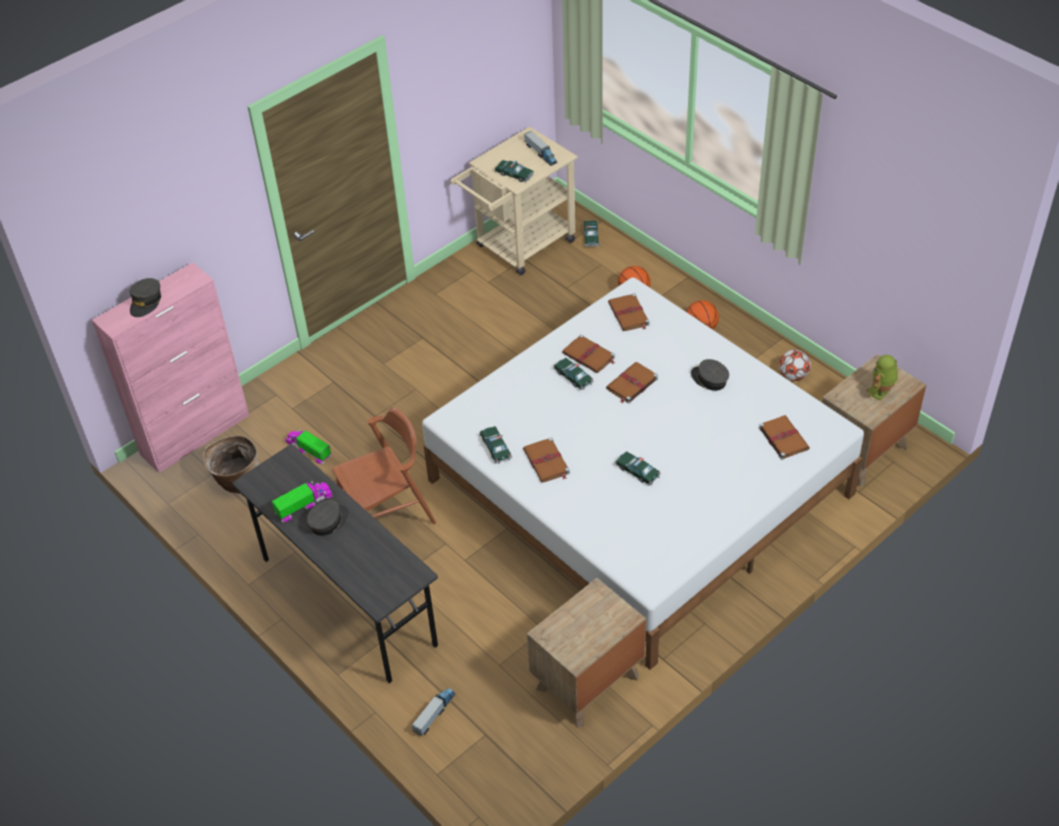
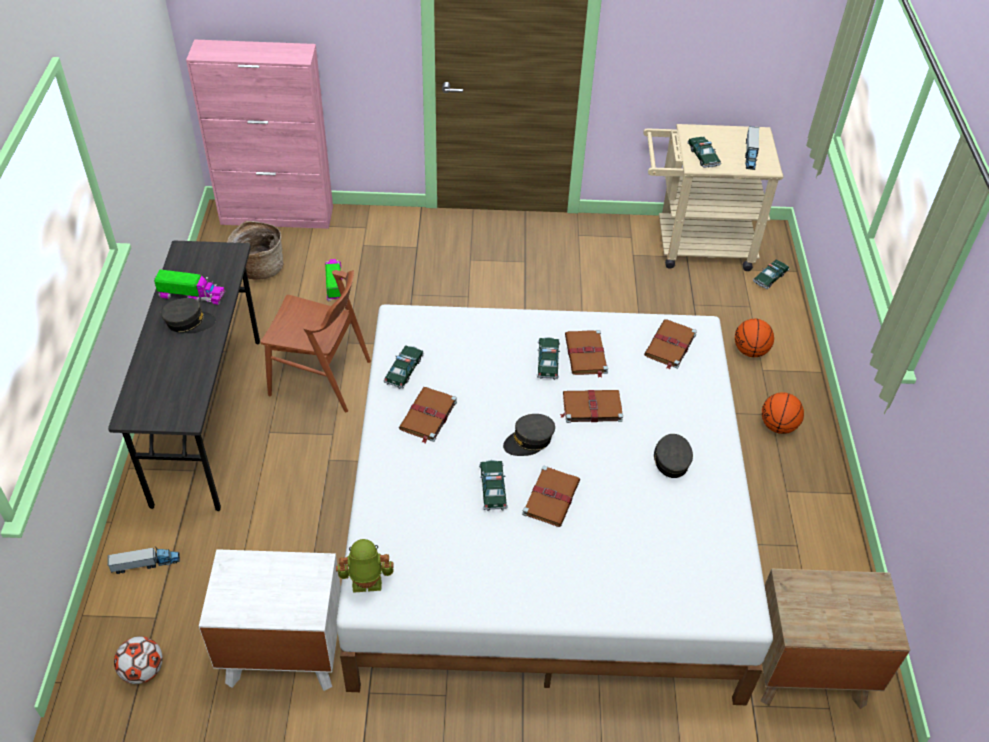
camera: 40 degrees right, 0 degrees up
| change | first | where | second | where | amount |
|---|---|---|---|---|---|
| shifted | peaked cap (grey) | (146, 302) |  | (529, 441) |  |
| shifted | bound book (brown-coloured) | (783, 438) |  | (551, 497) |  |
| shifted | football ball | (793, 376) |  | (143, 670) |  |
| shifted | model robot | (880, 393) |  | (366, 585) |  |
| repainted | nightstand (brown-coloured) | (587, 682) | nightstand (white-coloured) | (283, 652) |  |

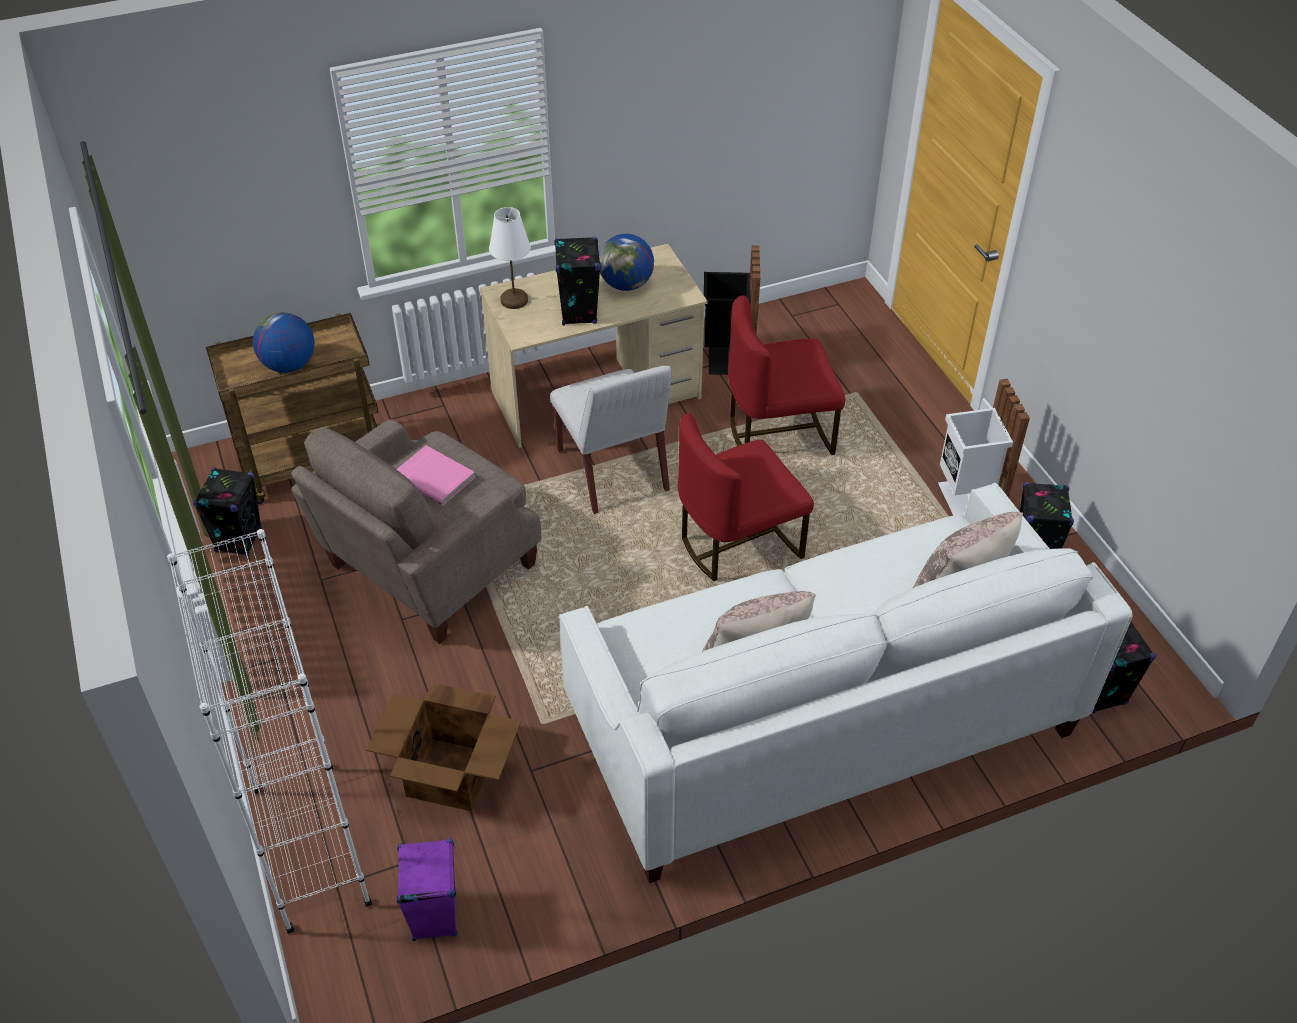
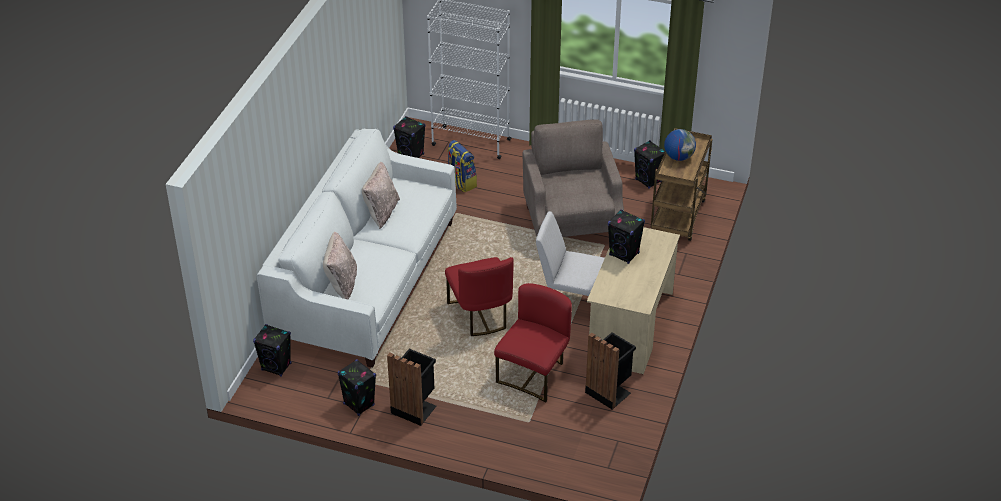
camera: 130 degrees right, 5 degrees down
| change | first | where | second | where | amount |
|---|---|---|---|---|---|
| gone | bound book (pinkish) | (435, 477) |  |  |  |
| gone | table lamp (white-coloured) | (514, 300) |  |  |  |
| gone | globe | (626, 285) |  |  |  |
| swapped | cardboard box | (452, 775) | rucksack | (461, 182) |  |
| repainted | audio speaker (purple-coloured) | (434, 916) | audio speaker (black-coloured) | (411, 155) |  |
| repainted | trash can (white-coloured) | (967, 500) | trash can (black-coloured) | (414, 408) |  |
| rotated | upright chair (red) | (737, 543) |  | (480, 315) | 150 degrees clockwise |

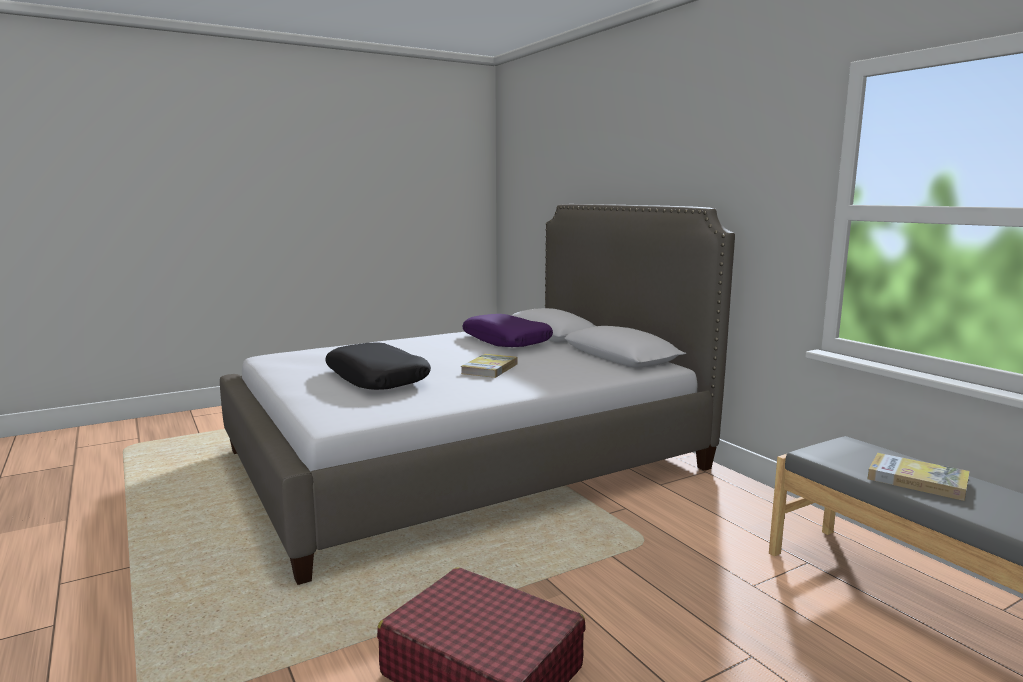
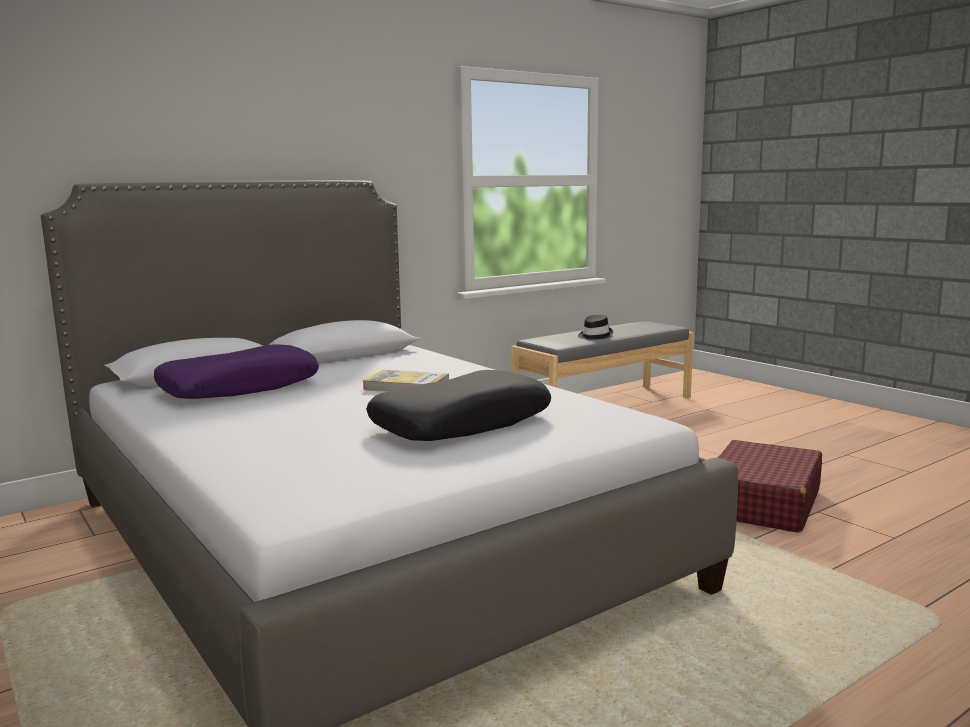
camera: 95 degrees left, 0 degrees up
| change | first | where | second | where | amount |
|---|---|---|---|---|---|
| swapped | bound book | (917, 480) | hat (black-coloured) | (594, 336) |  |

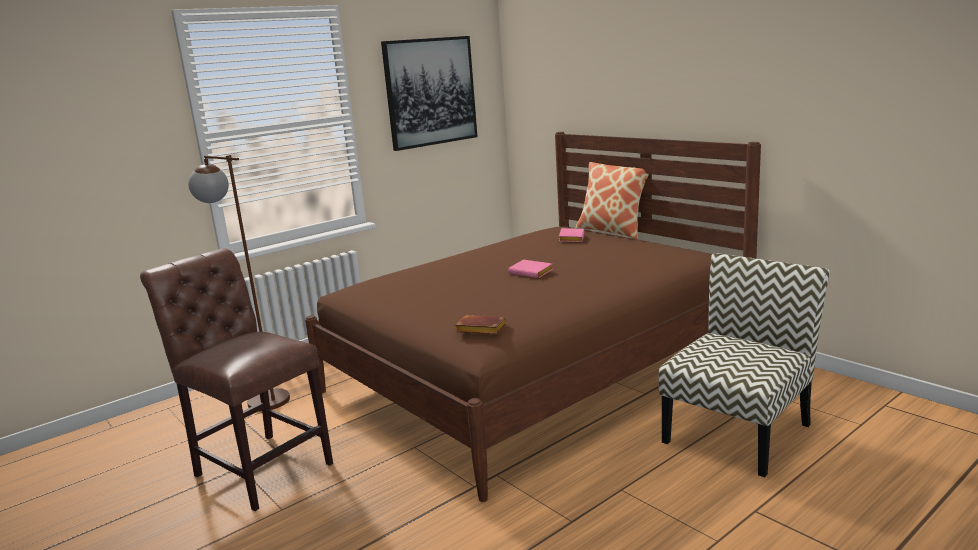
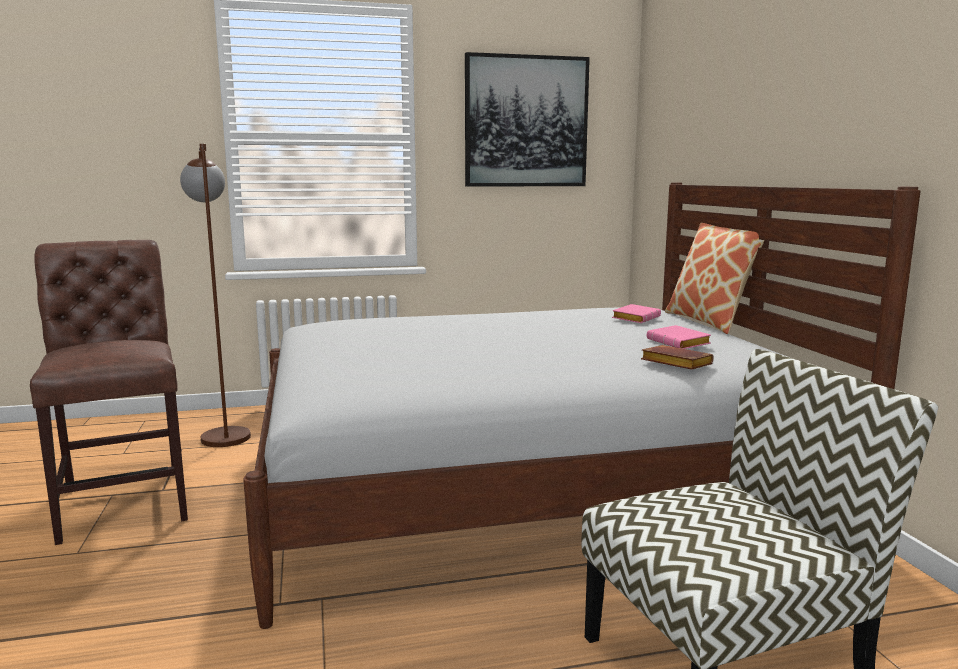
camera: 25 degrees right, 5 degrees down
| change | first | where | second | where | amount |
|---|---|---|---|---|---|
| shifted | bound book (brown-coloured) | (479, 329) |  | (674, 363) |  |
| shifted | bound book (pinkish) | (532, 272) |  | (680, 343) |  |
| repainted | bed (brown-coloured) | (536, 372) | bed (white-coloured) | (525, 486) |  |

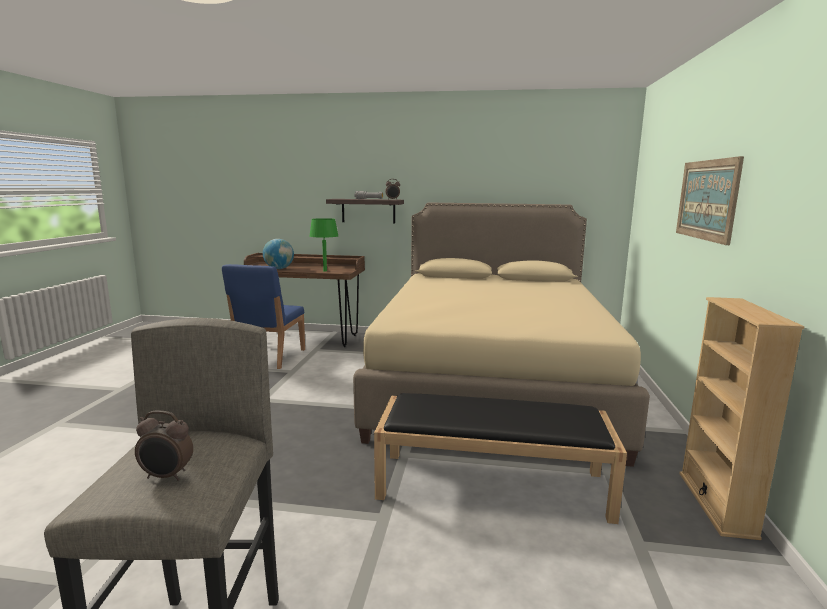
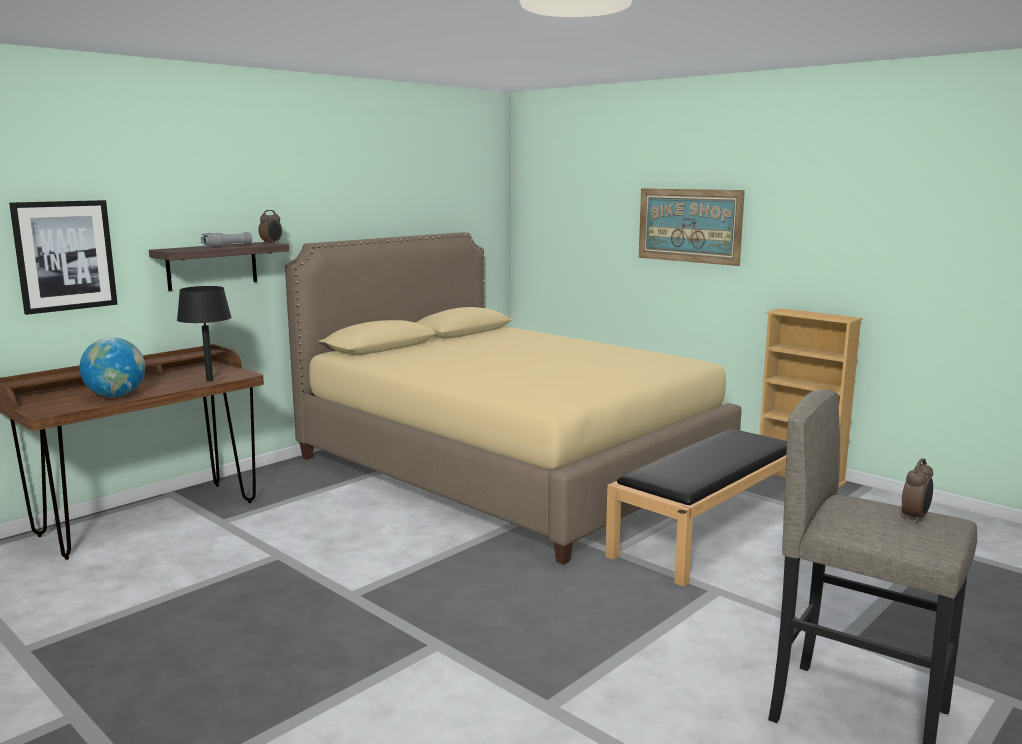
camera: 55 degrees left, 0 degrees up
| change | first | where | second | where | amount |
|---|---|---|---|---|---|
| gone | upright chair (bluish) | (268, 357) |  |  |  |
| new |  |  | picture | (65, 255) |  |
| repainted | table lamp (green-coloured) | (325, 271) | table lamp (black-coloured) | (209, 380) |  |

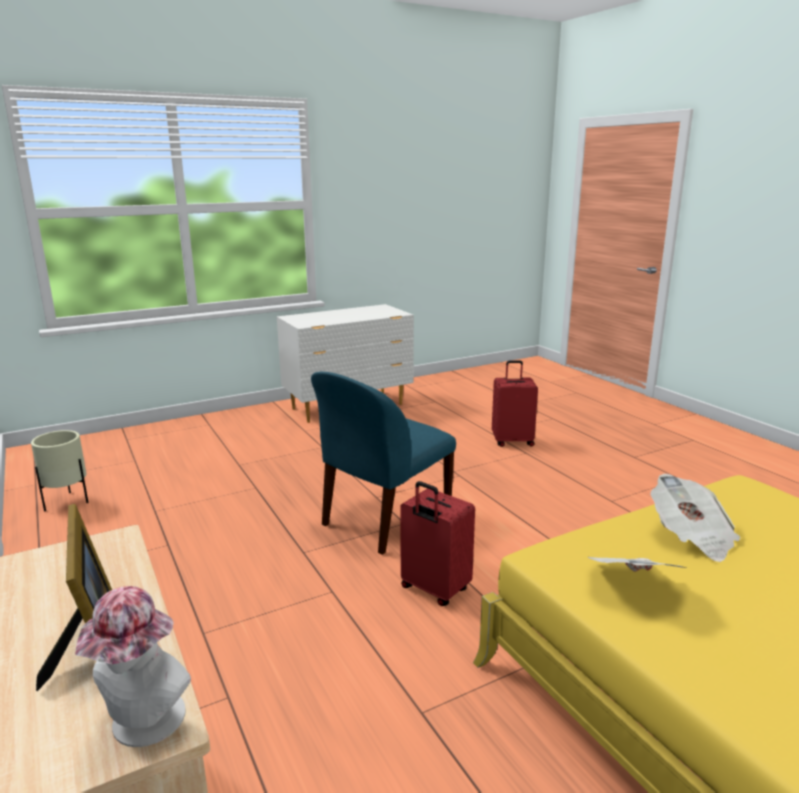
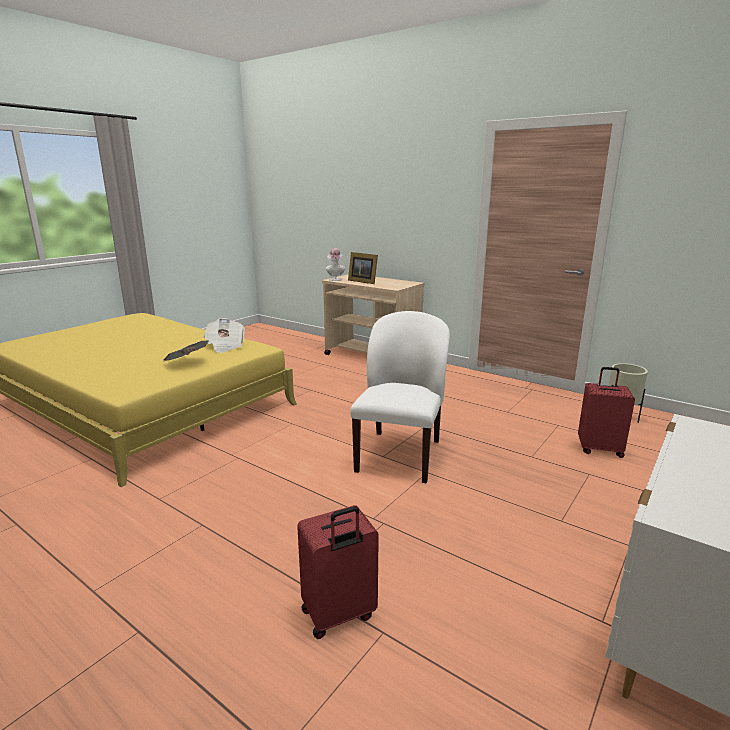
camera: 155 degrees right, 0 degrees up
| change | first | where | second | where | amount |
|---|---|---|---|---|---|
| shifted | suitcase (red) | (434, 590) |  | (599, 449) |  |
| repainted | upright chair (bluish) | (384, 520) | upright chair (white-coloured) | (400, 455) |  |

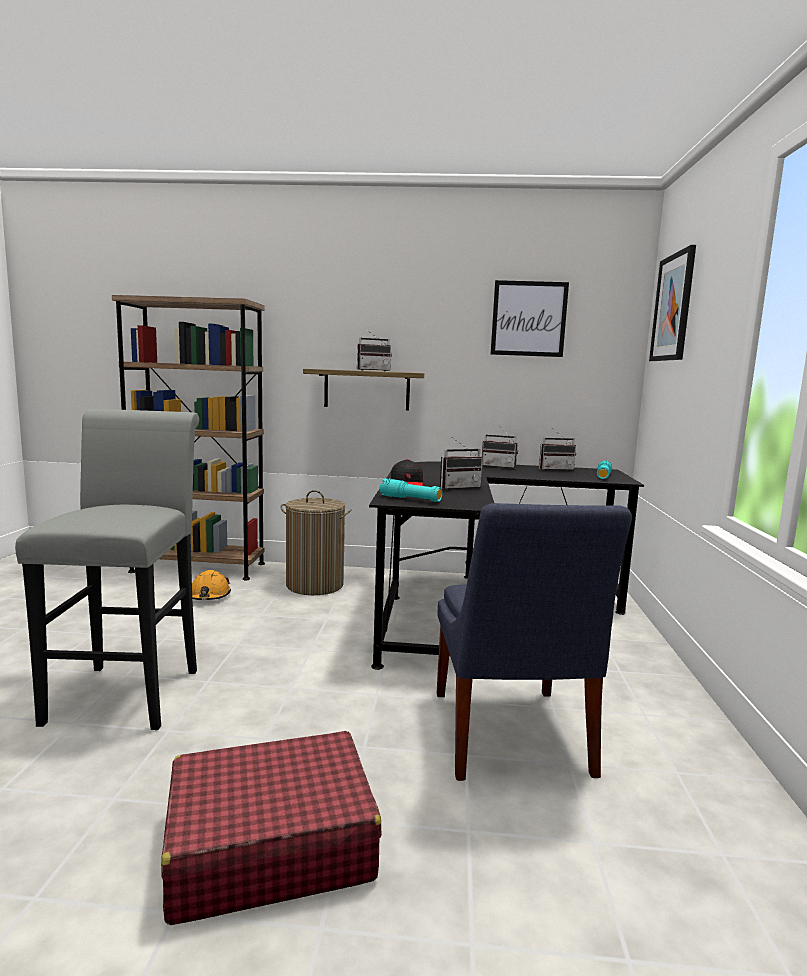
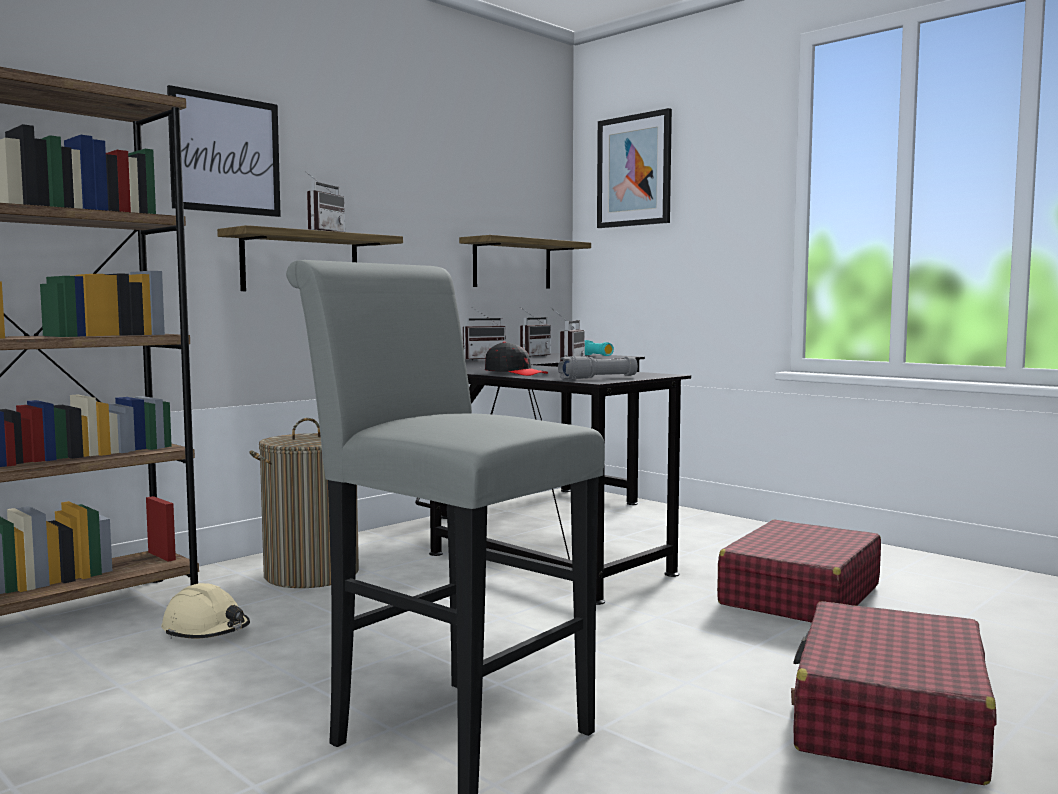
camera: 50 degrees left, 5 degrees down
| change | first | where | second | where | amount |
|---|---|---|---|---|---|
| new |  |  | wall shelf | (512, 264) |  |
| shifted | picture | (528, 319) |  | (225, 154) |  |
| swapped | upright chair (bluish) | (509, 737) | suitcase (red) | (799, 595) |  |
| repainted | hard hat (orange-coloured) | (209, 596) | hard hat (beige) | (206, 631) |  |
| repainted | flashlight (turquoise-coloured) | (410, 499) | flashlight (grey) | (598, 378) |  |

